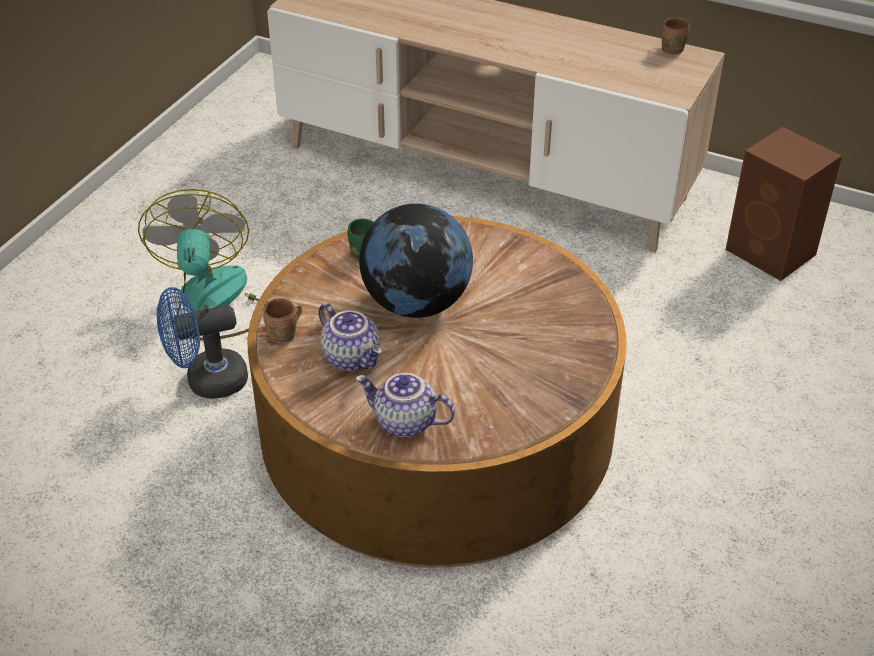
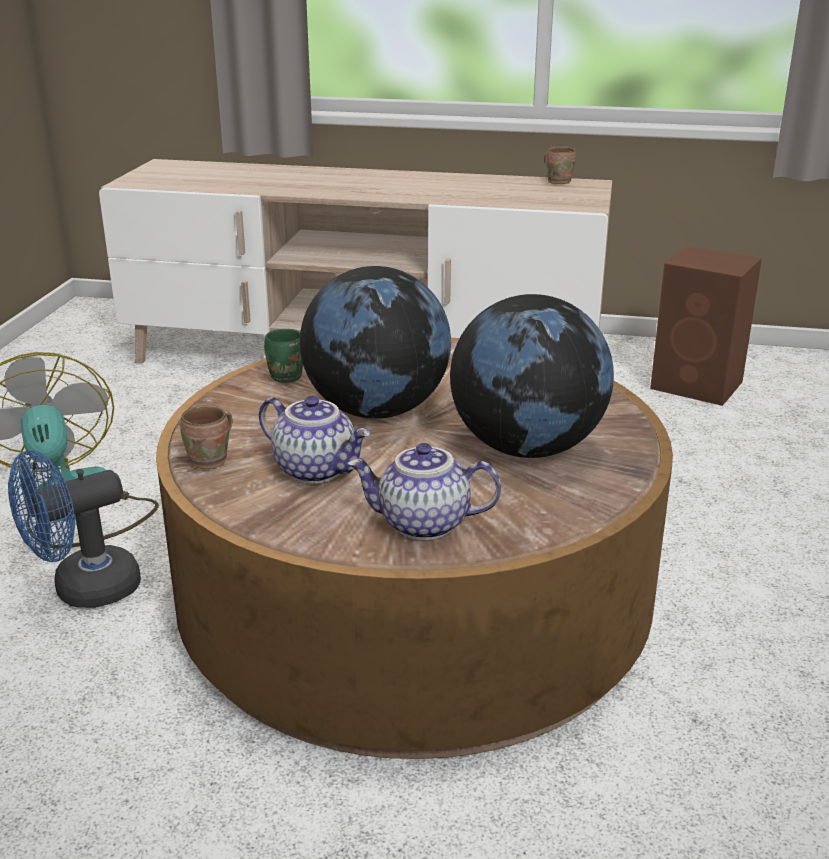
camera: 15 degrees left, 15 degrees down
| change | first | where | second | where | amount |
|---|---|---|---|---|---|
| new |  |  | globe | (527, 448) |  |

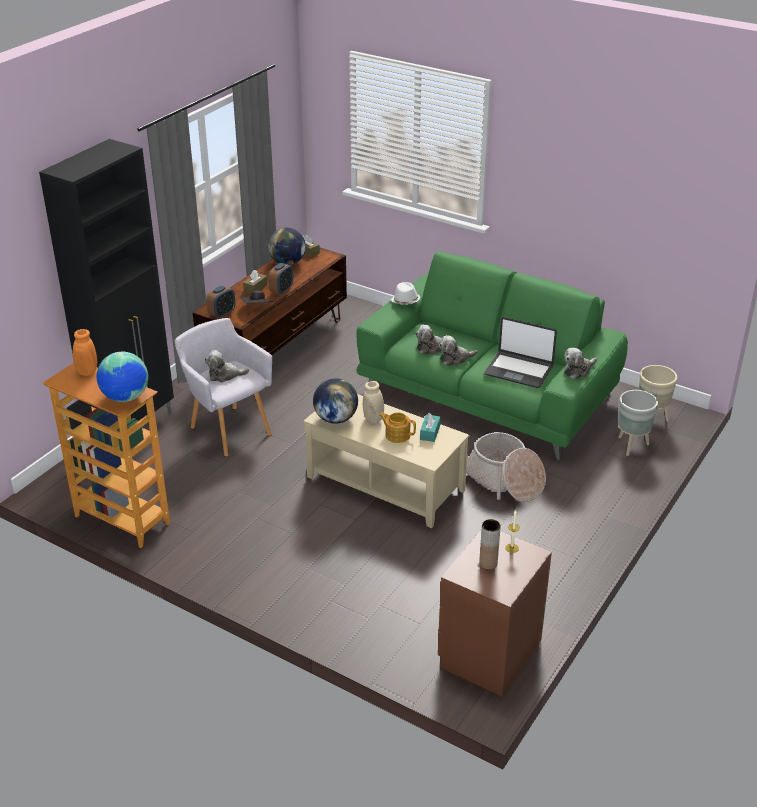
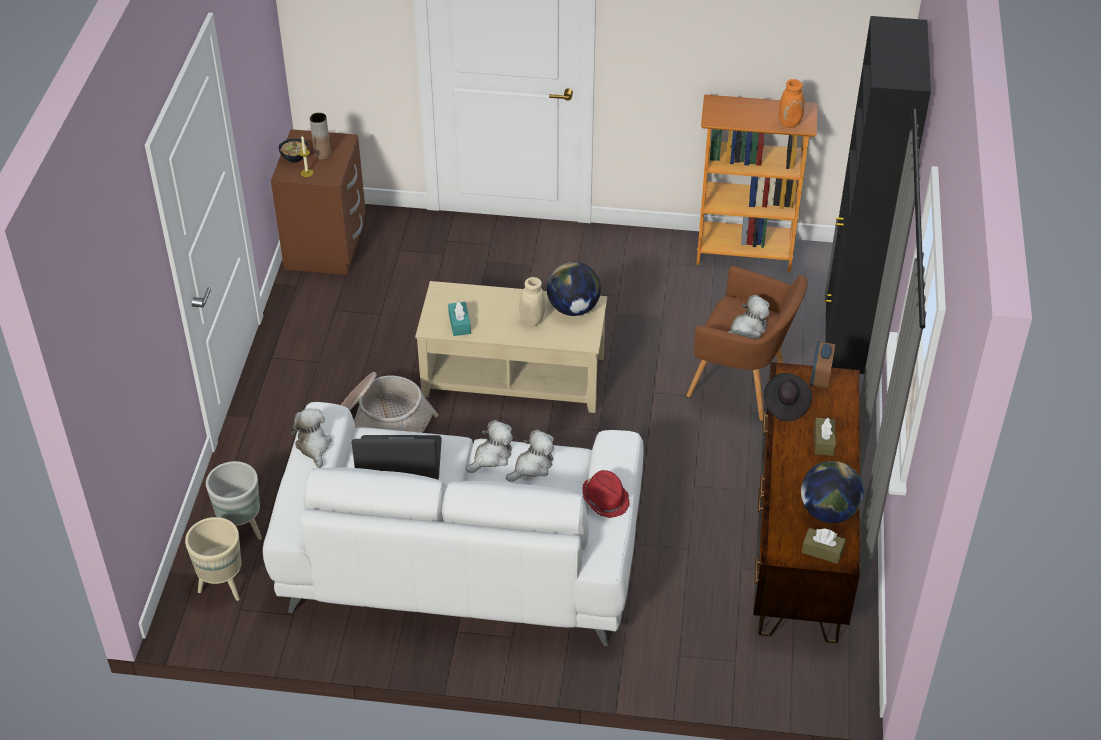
camera: 155 degrees right, 10 degrees up
| change | first | where | second | where | amount |
|---|---|---|---|---|---|
| gone | globe | (125, 397) |  |  |  |
| gone | alarm clock | (281, 290) |  |  |  |
| gone | tea pot | (397, 435) |  |  |  |
| new |  |  | bowl | (294, 158) |  |
| repainted | easy chair (grey) | (228, 429) | easy chair (brown-coloured) | (741, 387) |  |
| repainted | couch (green-coloured) | (487, 394) | couch (white-coloured) | (460, 556) |  |
| repainted | hat (white-coloured) | (405, 301) | hat (red) | (606, 499) |  |
| rotated | cuddly toy | (578, 370) |  | (313, 446) | 45 degrees counterclockwise |

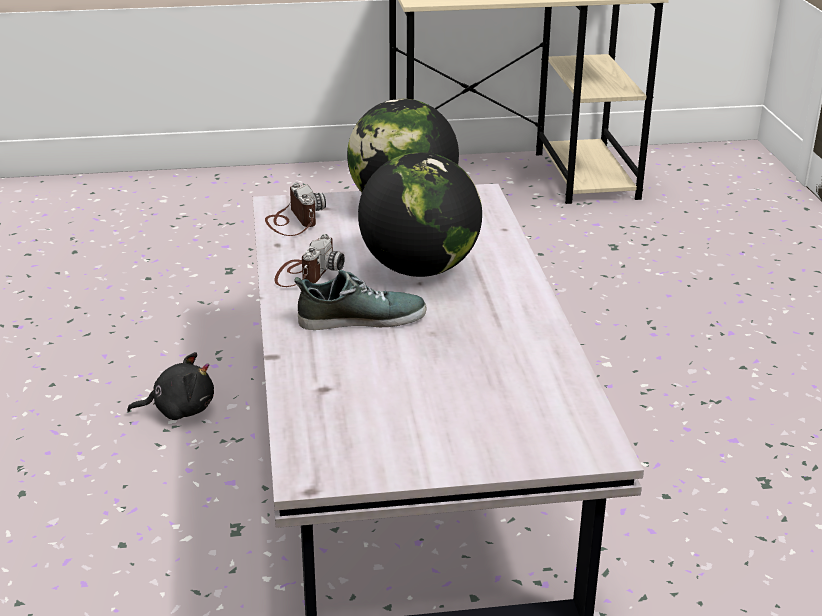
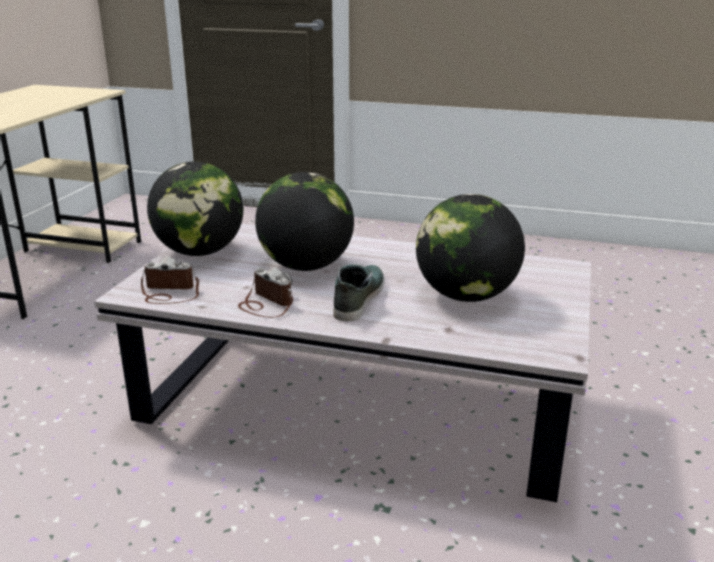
camera: 65 degrees left, 5 degrees down
| change | first | where | second | where | amount |
|---|---|---|---|---|---|
| gone | cuddly toy (black-coloured) | (179, 410) |  |  |  |
| new |  |  | globe | (466, 296) |  |

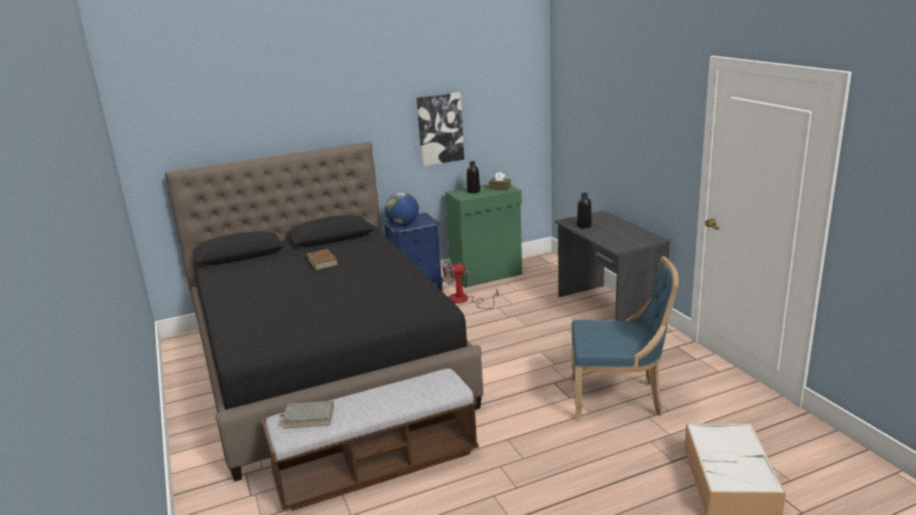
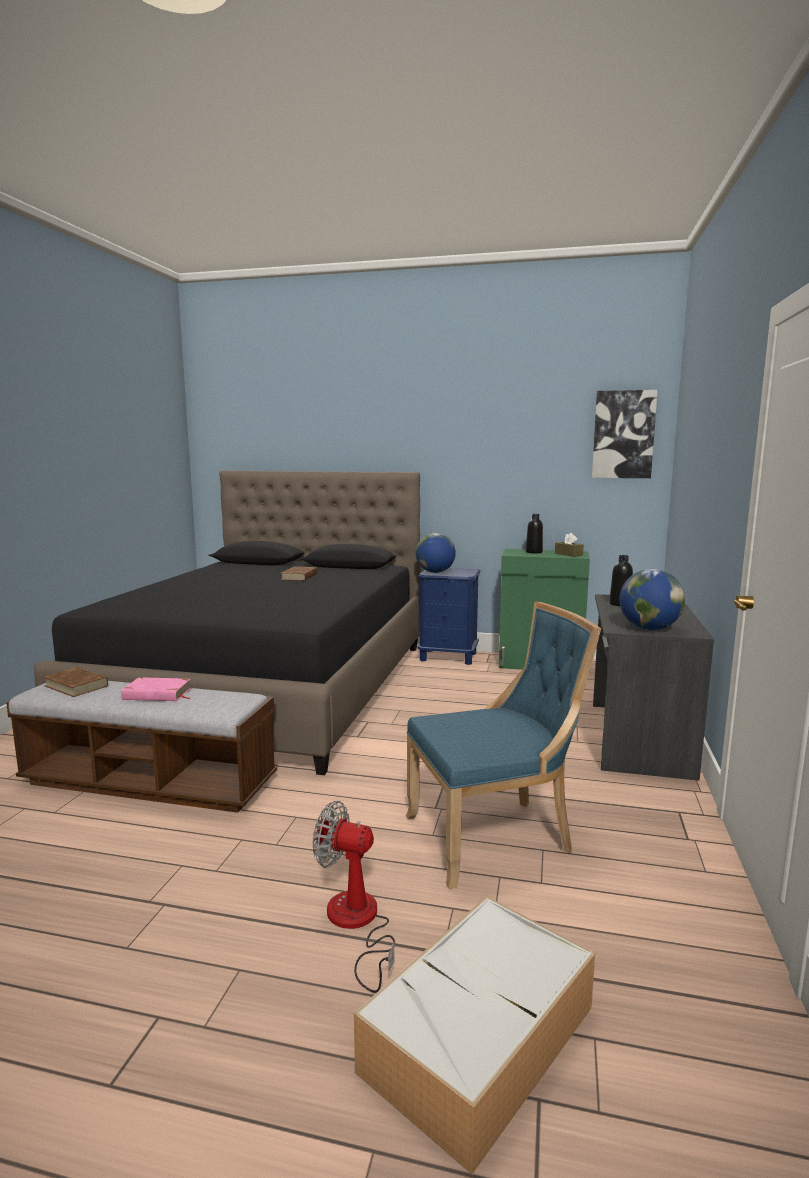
camera: 35 degrees right, 10 degrees down
| change | first | where | second | where | amount |
|---|---|---|---|---|---|
| new |  |  | bound book (pinkish) | (157, 694) |  |
| new |  |  | globe | (649, 628) |  |
| shifted | picture | (440, 129) |  | (623, 434) |  |
| shifted | cooling fan | (464, 300) |  | (357, 924) |  |
| repainted | bound book (grey) | (308, 417) | bound book (brown-coloured) | (76, 686) |  |
| rotated | upright chair (bluish) | (619, 398) |  | (494, 836) | 60 degrees counterclockwise |

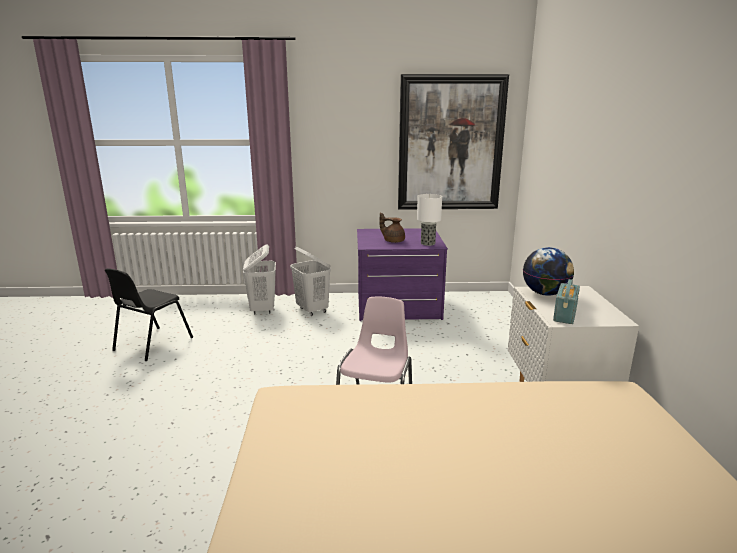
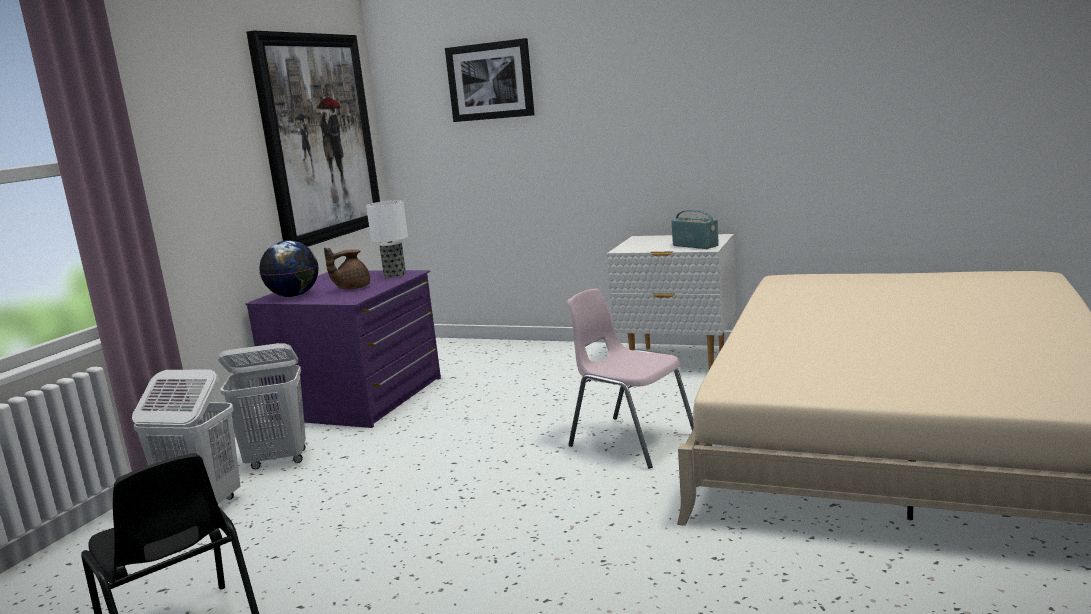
camera: 65 degrees left, 5 degrees down
| change | first | where | second | where | amount |
|---|---|---|---|---|---|
| new |  |  | picture | (490, 81) |  |
| shifted | globe | (545, 294) |  | (294, 296) |  |

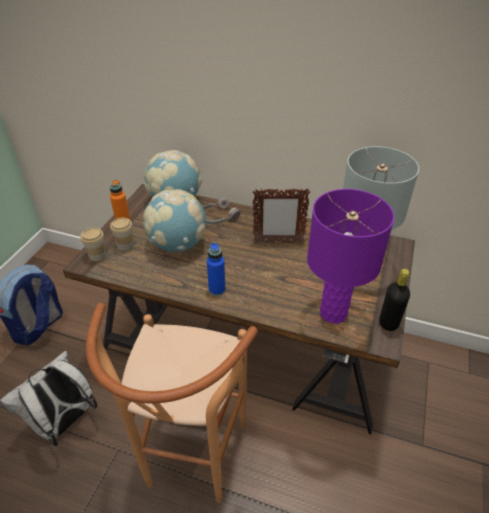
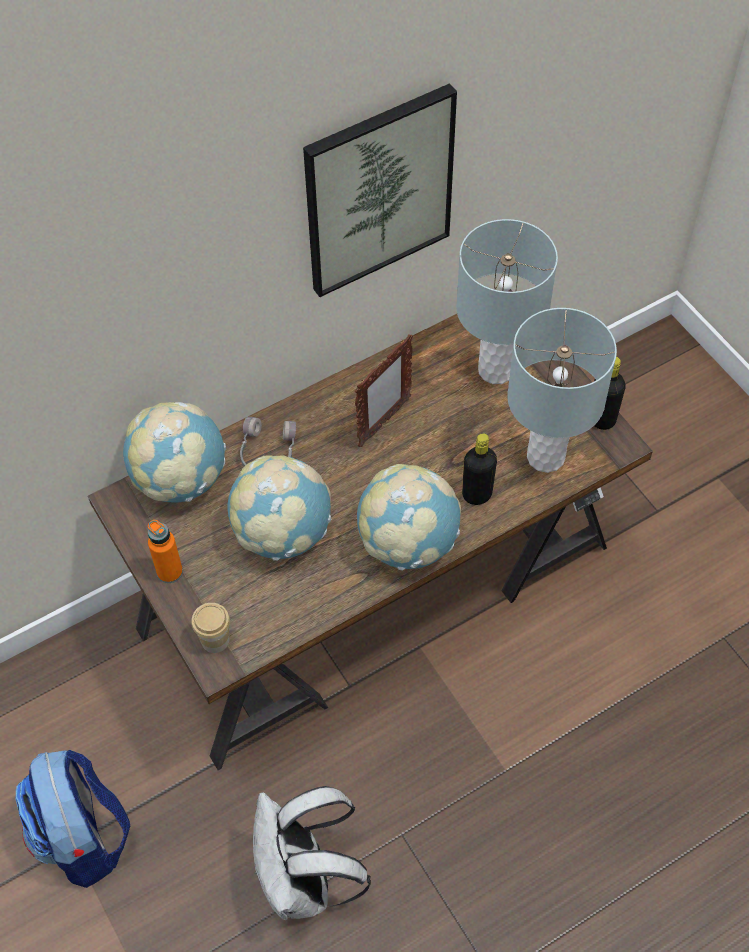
camera: 50 degrees left, 15 degrees up
| change | first | where | second | where | amount |
|---|---|---|---|---|---|
| gone | stool seat (brown-coloured) | (192, 464) |  |  |  |
| gone | small cup | (125, 245) |  |  |  |
| new |  |  | picture | (378, 190) |  |
| new |  |  | drink bottle (black-coloured) | (477, 494) |  |
| swapped | drink bottle (bluish) | (217, 289) | globe | (407, 543) |  |
| repainted | table lamp (purple-coloured) | (333, 313) | table lamp (grey) | (545, 457) |  |

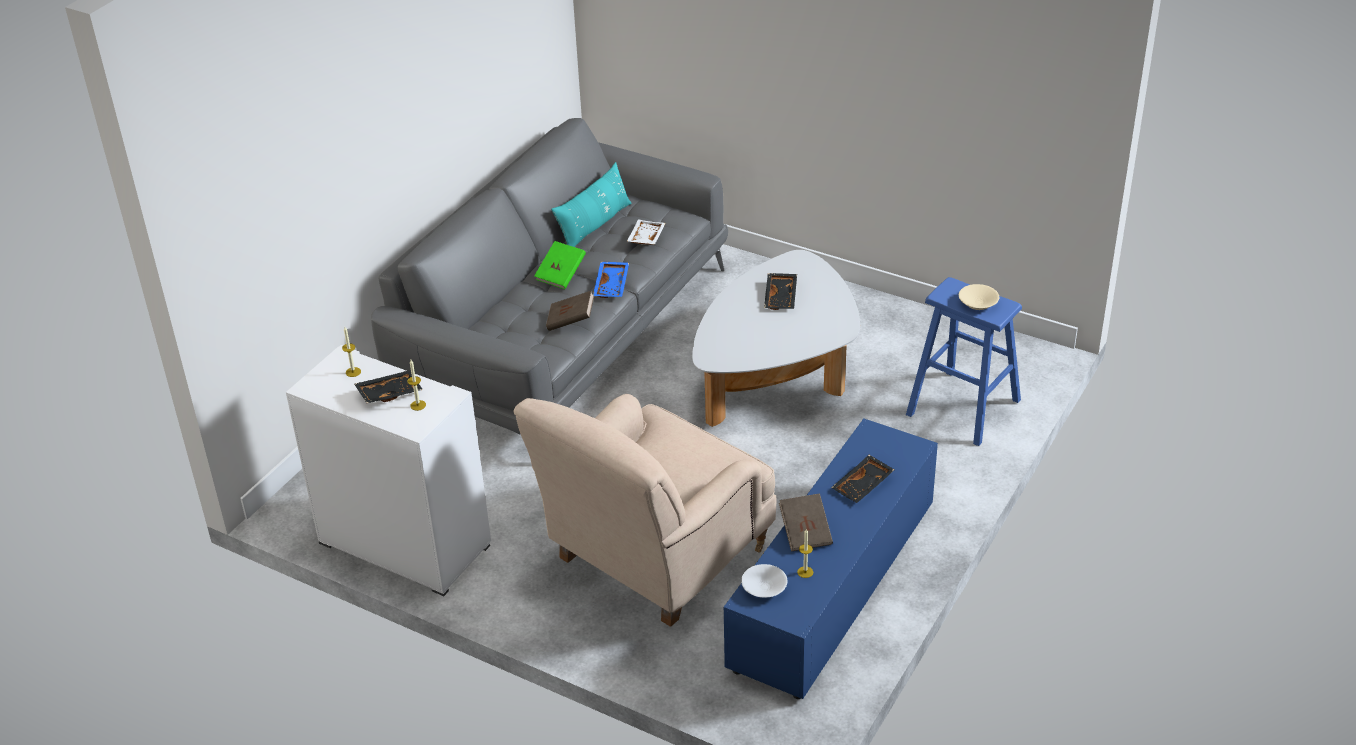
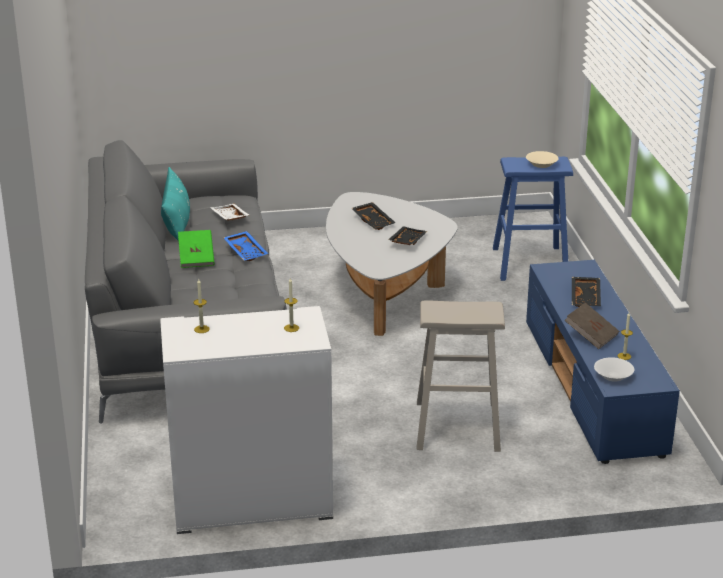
camera: 40 degrees left, 10 degrees down
| change | first | where | second | where | amount |
|---|---|---|---|---|---|
| gone | bound book (brown-coloured) | (571, 321) |  |  |  |
| shifted | carrying tray (black-coloured) | (389, 393) |  | (406, 241) |  |
| swapped | easy chair (beige) | (655, 560) | stool seat (beige) | (457, 426) |  |

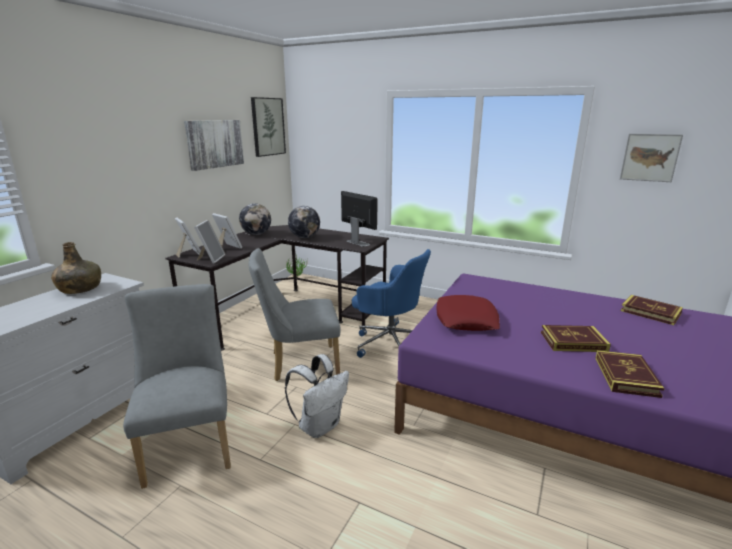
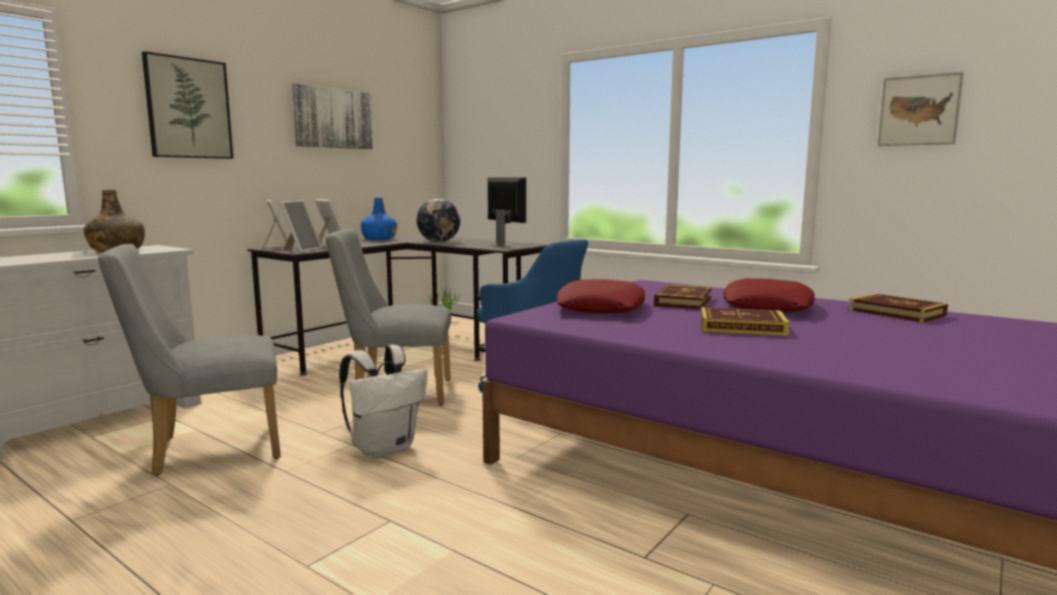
camera: 10 degrees right, 10 degrees down
| change | first | where | second | where | amount |
|---|---|---|---|---|---|
| new |  |  | cushion (red) | (767, 306) |  |
| shifted | picture | (267, 127) |  | (188, 108) |  |
| shifted | bound book | (626, 376) |  | (683, 301) |  |
| swapped | globe | (256, 234) | drink bottle (bluish) | (379, 239) |  |
| rotated | upright chair (grey) | (190, 442) |  | (208, 449) | 105 degrees counterclockwise |

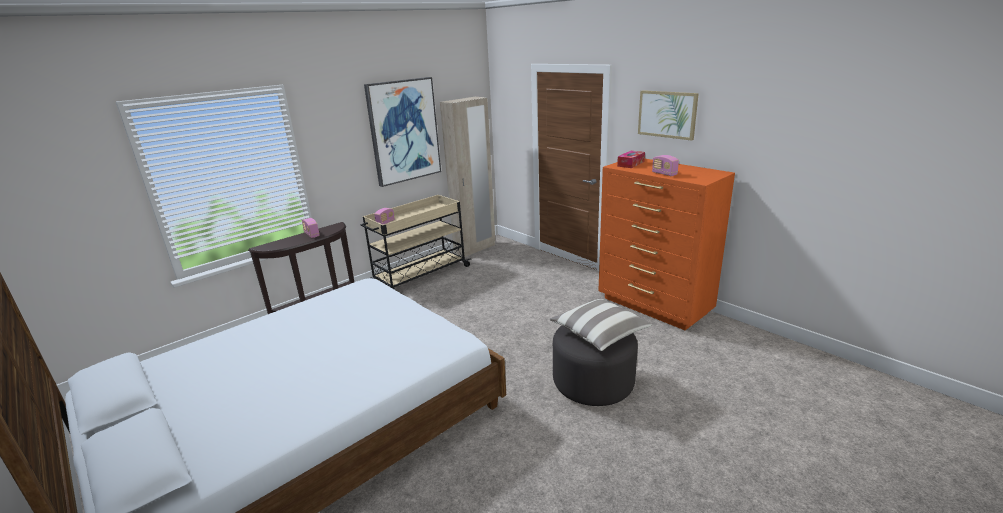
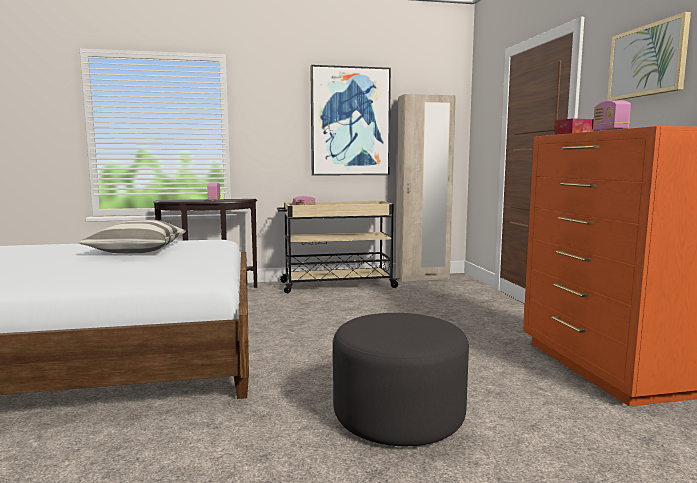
camera: 30 degrees right, 15 degrees down
| change | first | where | second | where | amount |
|---|---|---|---|---|---|
| shifted | cushion | (599, 333) |  | (137, 251) |  |

